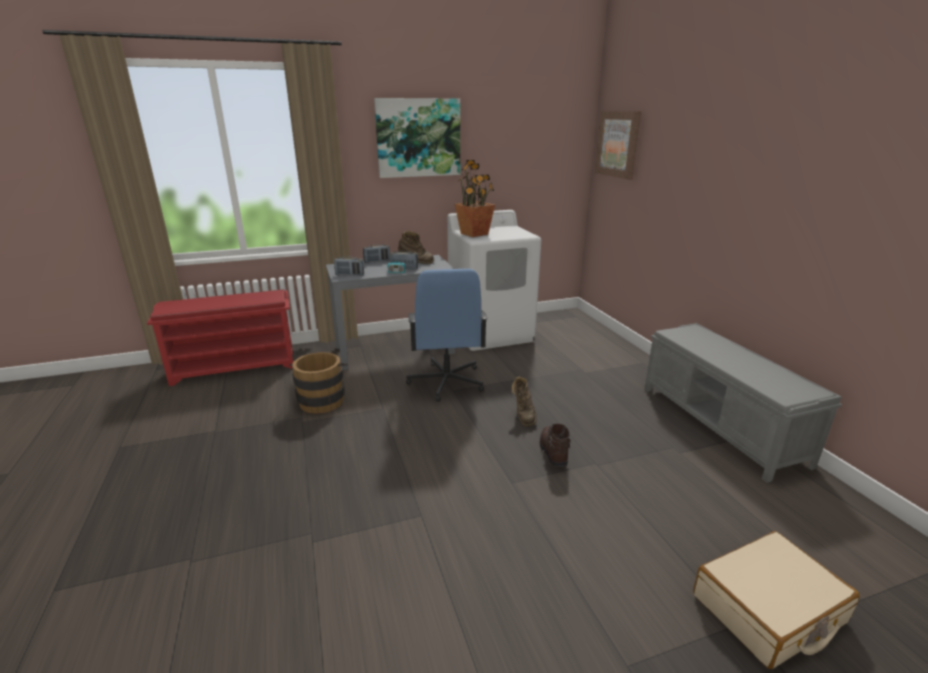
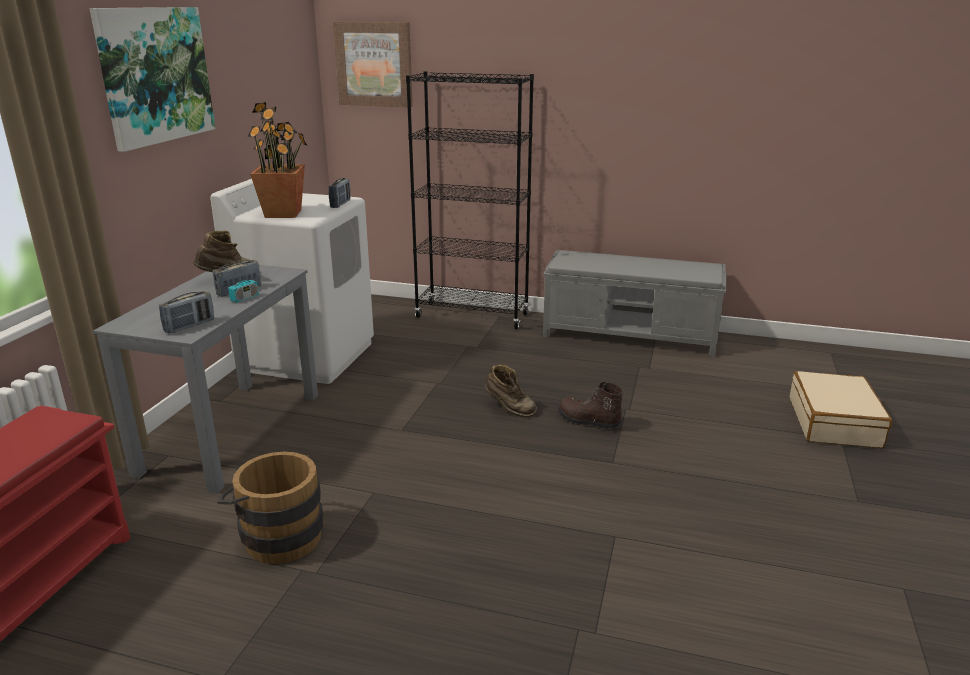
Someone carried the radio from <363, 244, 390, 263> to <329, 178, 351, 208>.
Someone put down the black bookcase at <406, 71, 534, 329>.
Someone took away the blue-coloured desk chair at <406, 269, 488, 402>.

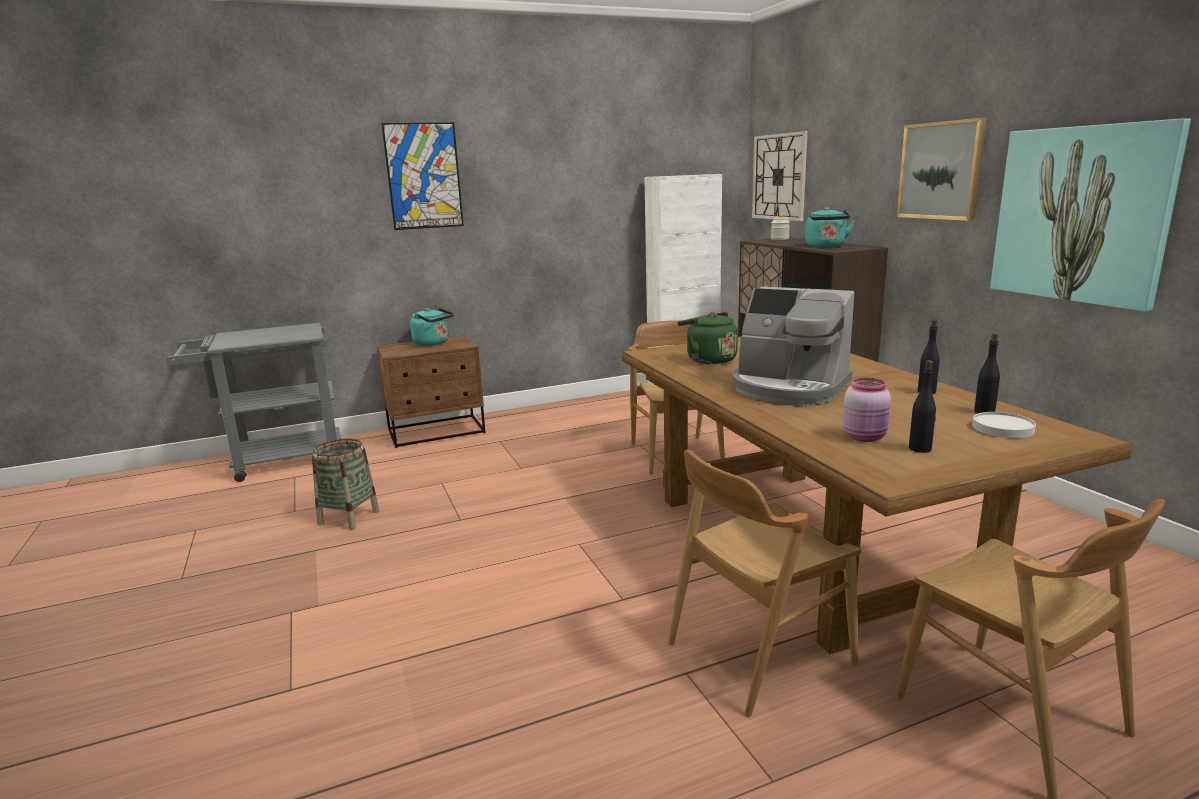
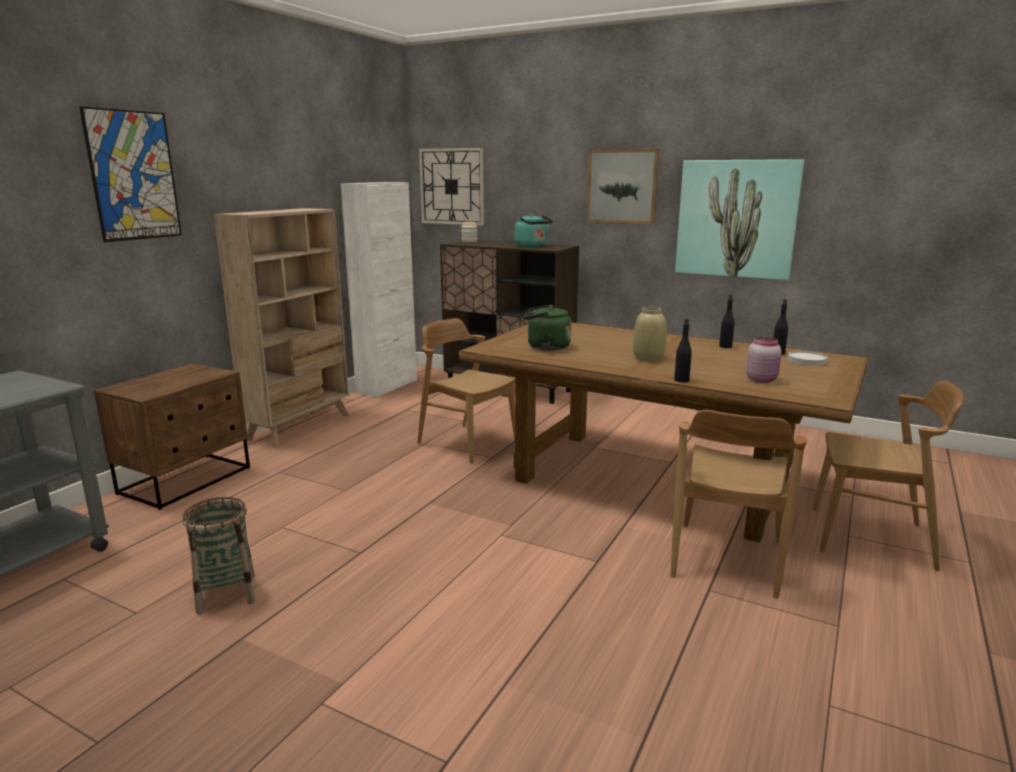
Someone put down the sand-coloured bookcase at <214, 208, 349, 448>.
Someone swapped the coffee maker at <733, 286, 854, 405> for the sand-coloured vase at <633, 307, 667, 362>.
Someone carried the black bottle from <909, 360, 936, 453> to <674, 318, 692, 382>.
Someone took away the blue-green kettle at <410, 308, 454, 346>.

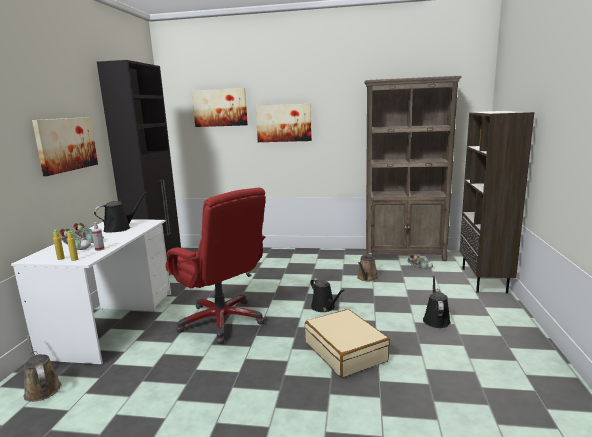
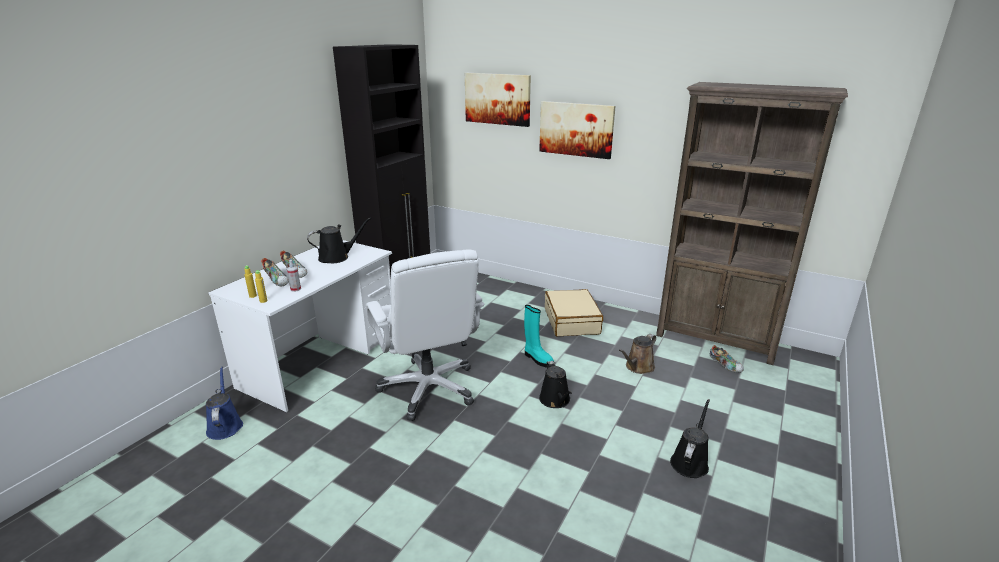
Someone repainted the brown sprinkling can at <24, 335, 62, 402>, which became the blue-coloured sprinkling can at <206, 367, 243, 440>.
Someone repainted the red-coloured desk chair at <165, 188, 266, 344>, which became the white desk chair at <366, 249, 485, 421>.
Someone put down the blue-green high-top boot at <524, 305, 554, 368>.
Someone carried the sand-coloured piece of luggage from <305, 309, 390, 378> to <545, 289, 603, 336>.
Someone took away the wall picture at <32, 117, 98, 176>.
Someone took away the brown bookcase at <460, 111, 534, 294>.

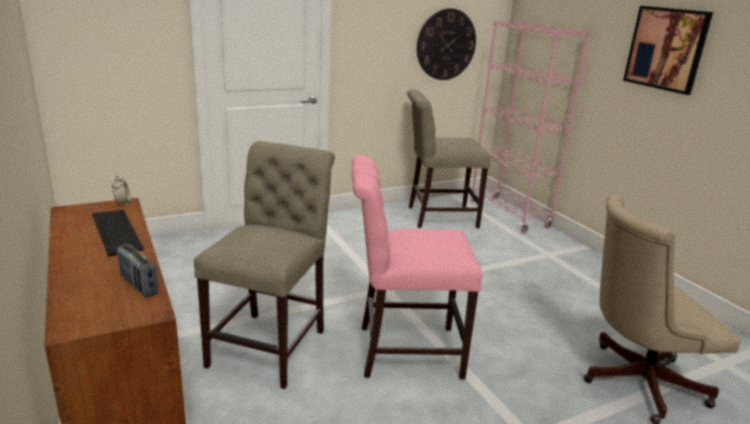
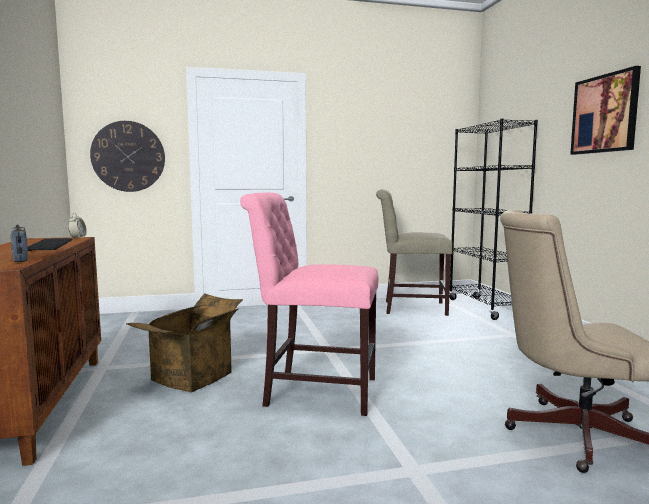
Someone carried the hanging clock from <417, 8, 476, 80> to <90, 121, 165, 192>.
Someone swapped the sand-coloured chair at <194, 141, 335, 389> for the carton at <126, 293, 243, 392>.
Someone repainted the pink bookcase at <471, 21, 590, 233>, which became the black bookcase at <449, 119, 538, 320>.

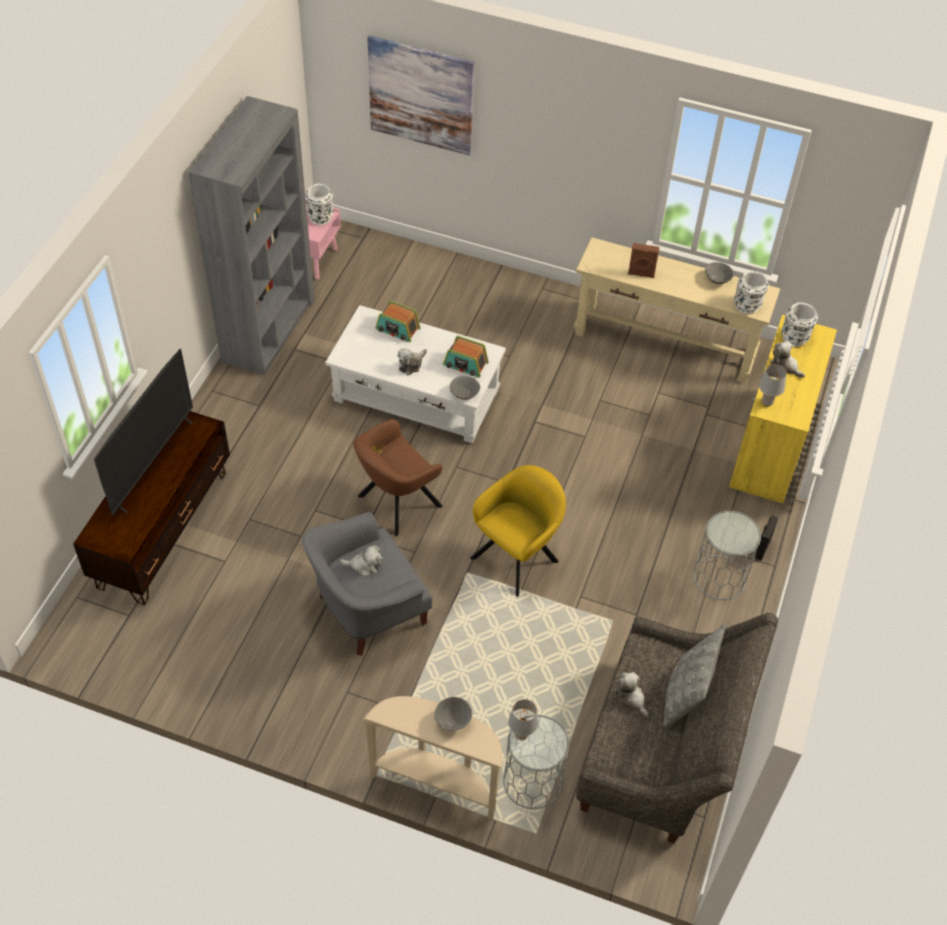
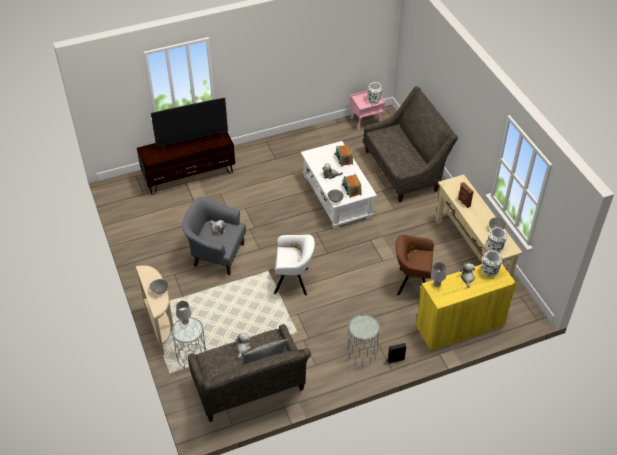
Someone repainted the yellow easy chair at <470, 465, 566, 597>, which became the white easy chair at <274, 234, 315, 295>.
Someone put down the grey settee at <363, 86, 458, 202>.
Someone carried the brown easy chair from <353, 419, 443, 536> to <395, 235, 434, 295>.
Someone took away the grey bookcase at <188, 96, 314, 375>.
Someone took away the wall picture at <368, 36, 474, 156>.

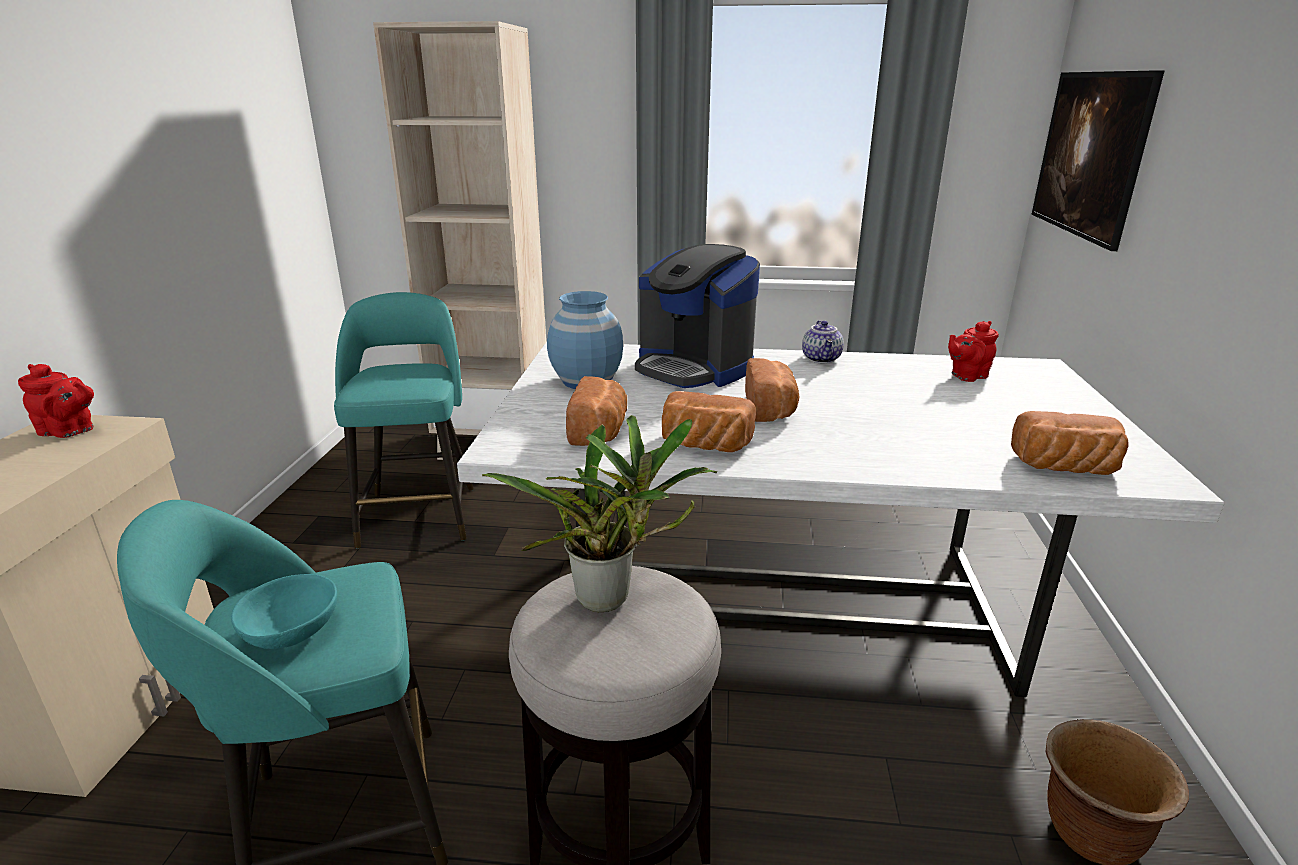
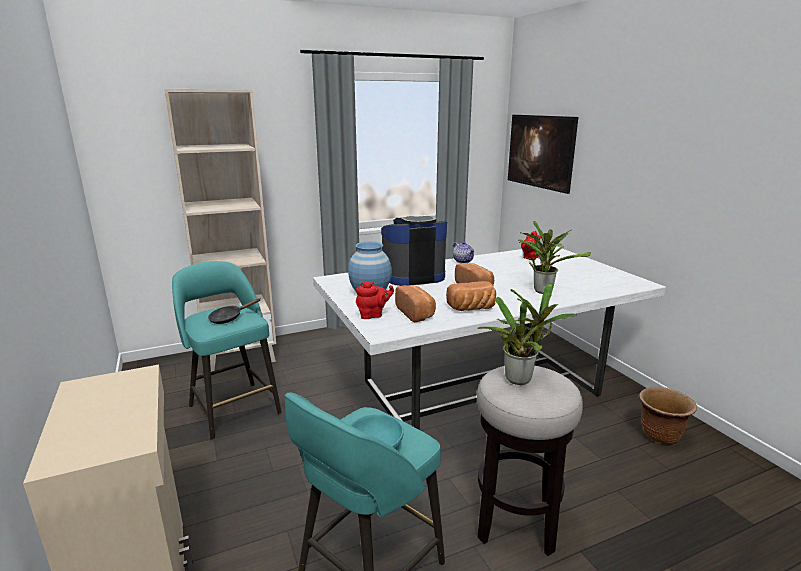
Someone put down the black skillet at <208, 298, 260, 324>.
Someone carried the red-coloured teapot from <18, 364, 94, 438> to <356, 281, 394, 319>.
Someone rotated the coffee maker at <635, 244, 760, 388> by 150 degrees clockwise.
Someone put down the houseplant at <519, 221, 591, 294>.
Someone took away the bread at <1011, 411, 1128, 475>.

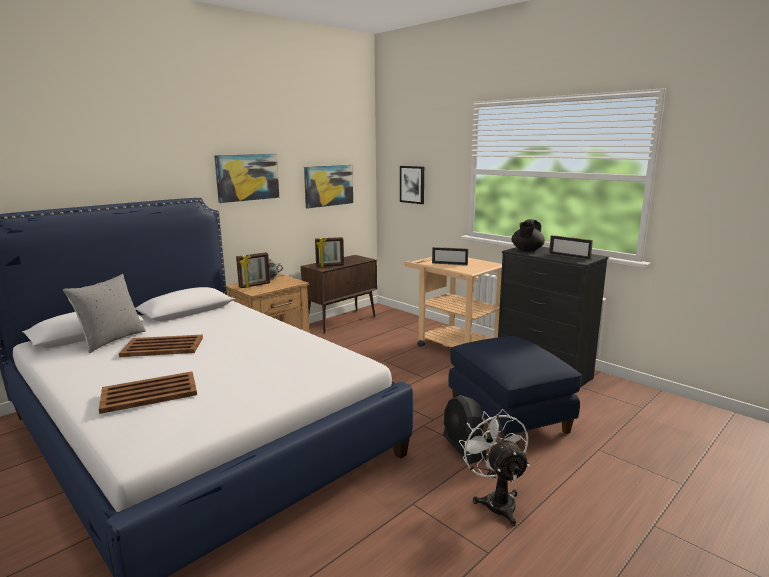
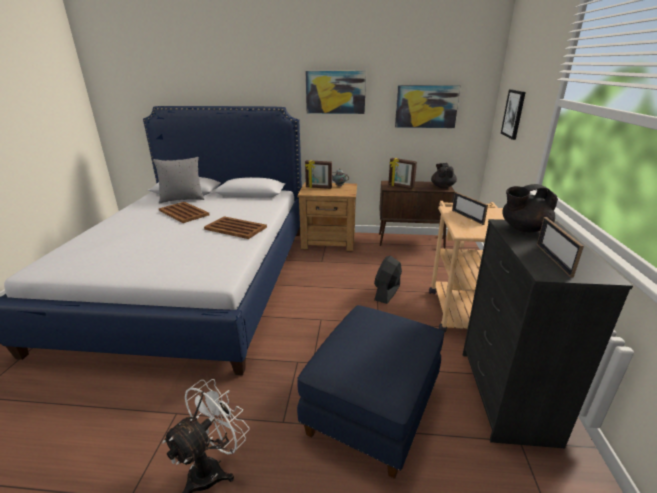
Someone carried the brown carrying tray from <99, 371, 197, 414> to <204, 216, 267, 239>.
Someone carried the black fan from <443, 395, 487, 464> to <374, 256, 402, 304>.
Someone put down the black teapot at <431, 163, 457, 188>.

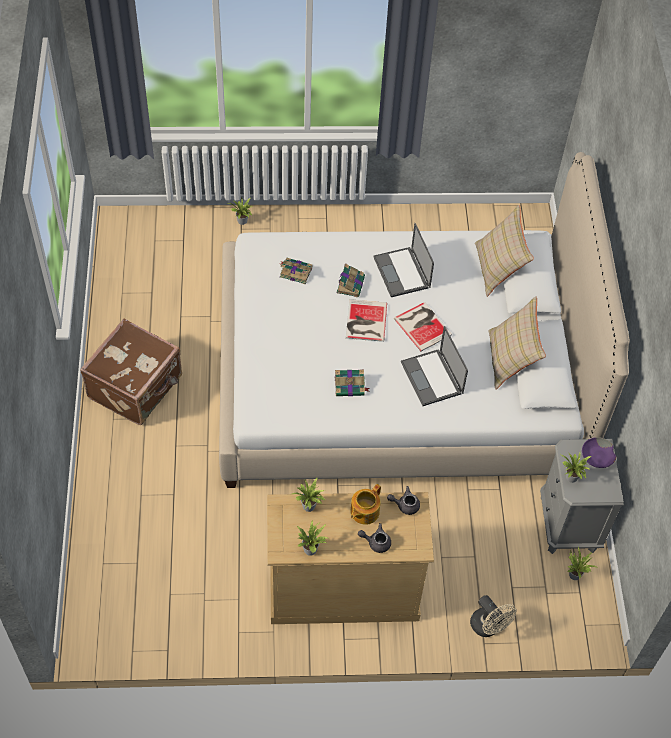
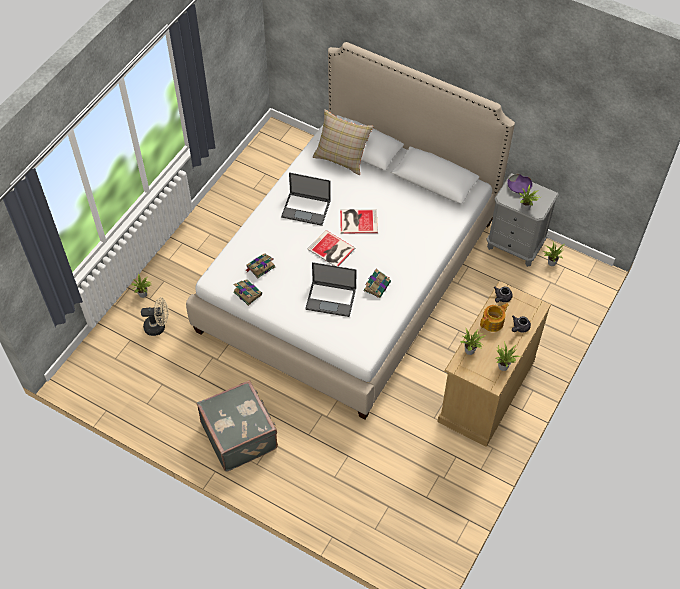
Someone carried the sand-coloured fan from <470, 595, 516, 637> to <141, 297, 168, 336>.
Someone repainted the brown piece of luggage at <80, 318, 182, 425>, which became the grey piece of luggage at <197, 380, 278, 472>.
Someone carried the book from <336, 263, 365, 297> to <233, 279, 262, 306>.
Someone carried the notebook computer from <401, 326, 468, 406> to <305, 262, 357, 317>.
Someone rotated the teapot at <351, 484, 381, 525> by 105 degrees counterclockwise.
Someone took away the sand-coloured throw pillow at <489, 296, 546, 390>.

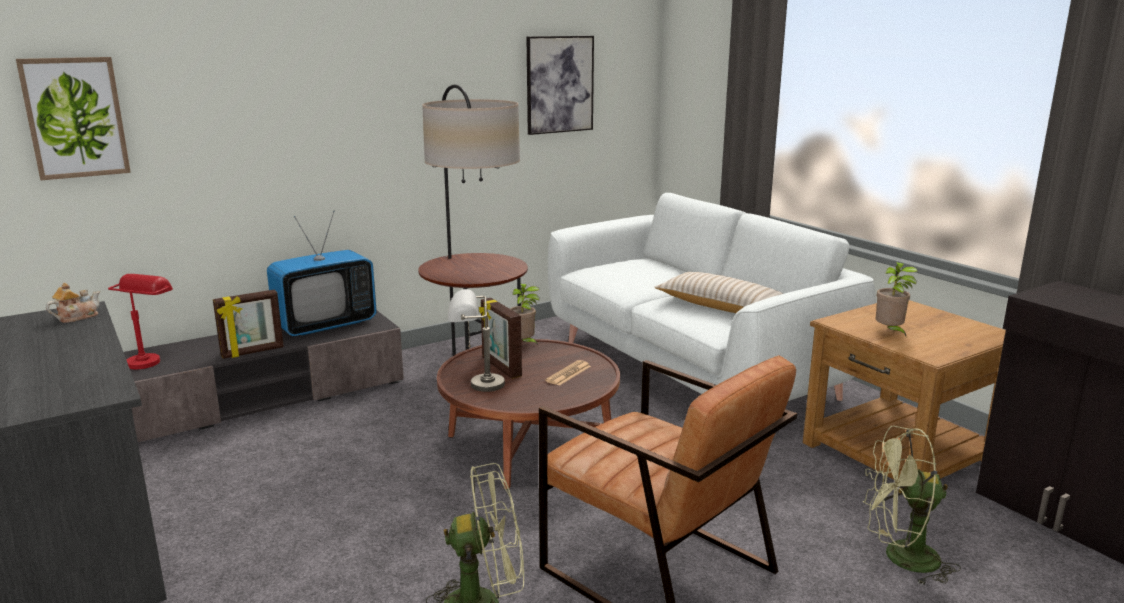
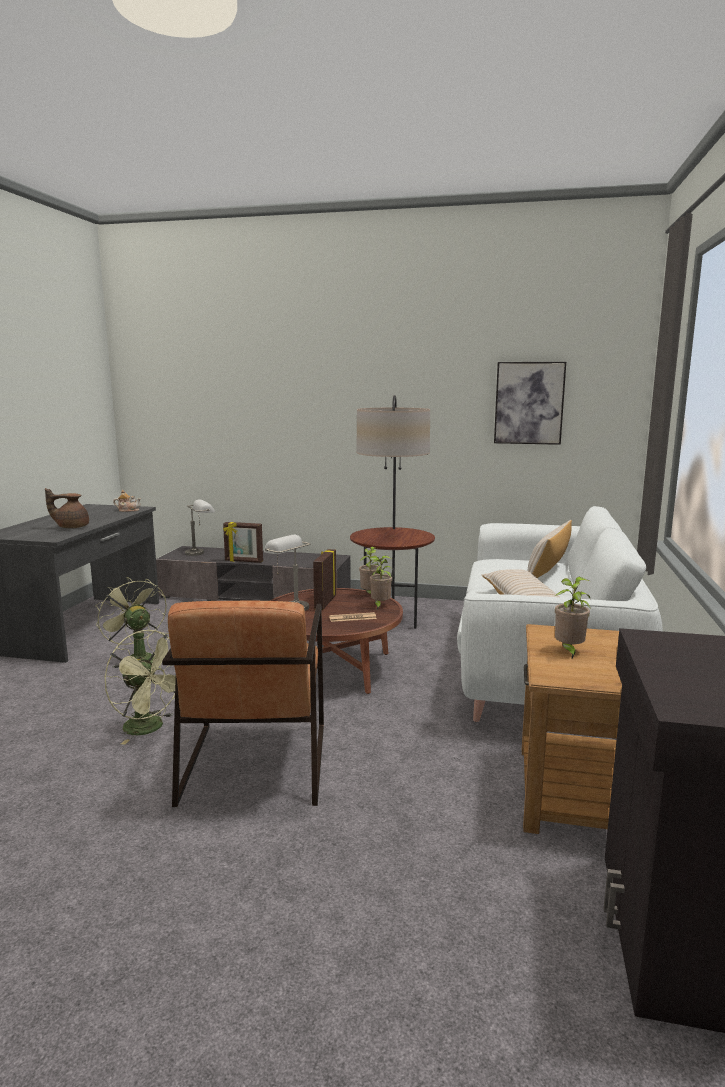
Someone put down the brown teapot at <45, 488, 89, 528>.
Someone carried the green fan from <863, 426, 961, 586> to <95, 577, 167, 668>.
Someone repainted the red-coloured lamp for a table at <108, 274, 173, 369>, which became the grey lamp for a table at <185, 499, 215, 556>.
Someone put down the houseplant at <370, 556, 392, 609>.
Someone put down the sand-coloured throw pillow at <528, 520, 572, 578>.
Someone took away the wall picture at <16, 57, 131, 180>.
Someone took away the TV set at <267, 211, 377, 336>.

